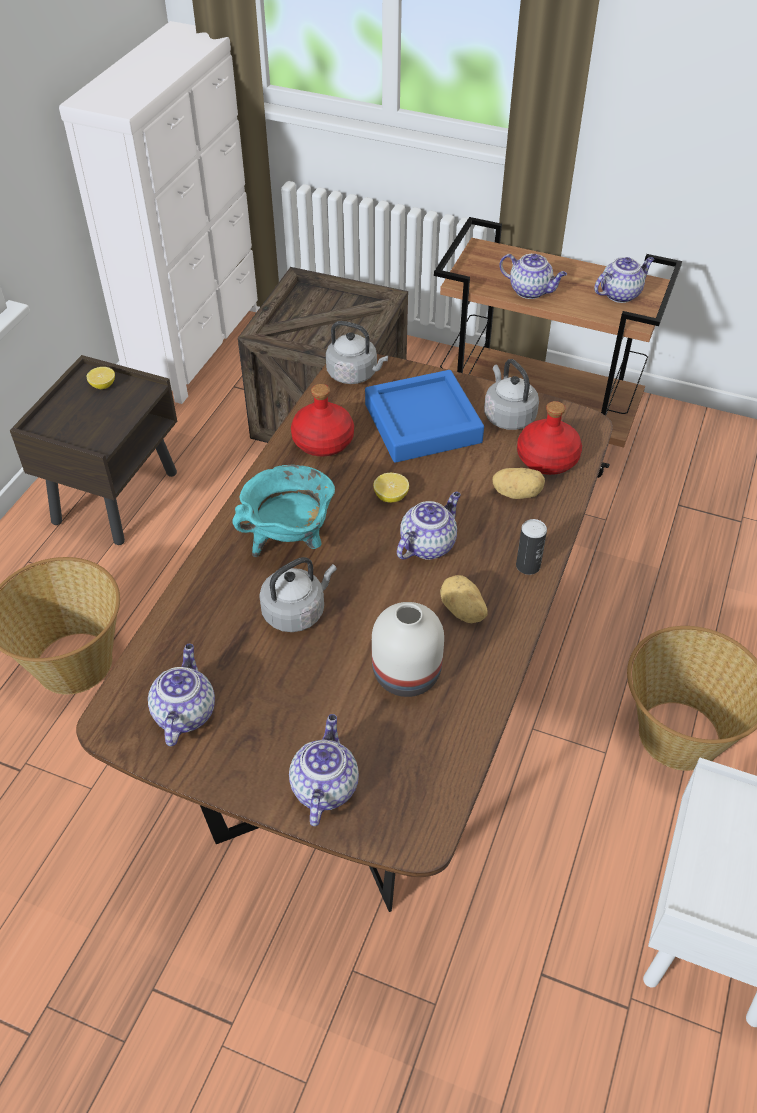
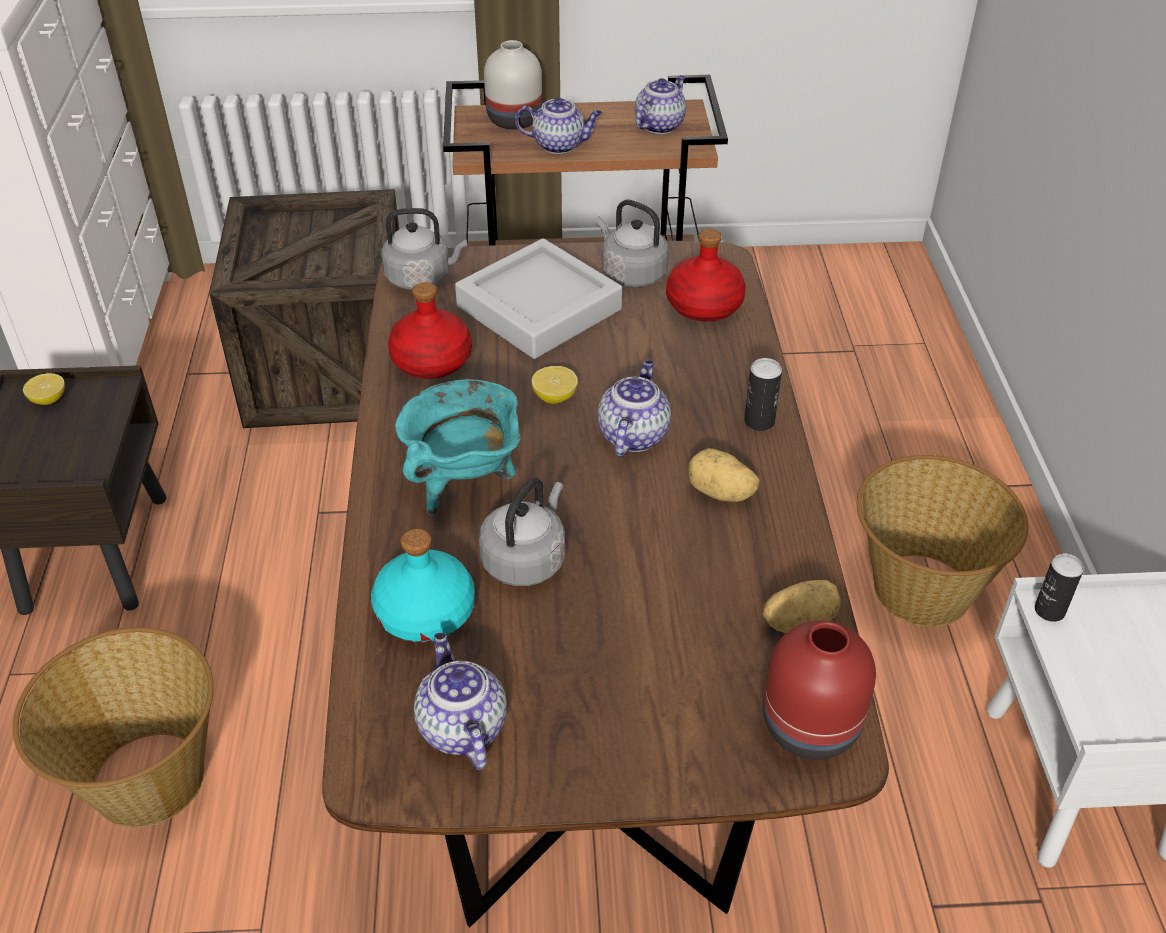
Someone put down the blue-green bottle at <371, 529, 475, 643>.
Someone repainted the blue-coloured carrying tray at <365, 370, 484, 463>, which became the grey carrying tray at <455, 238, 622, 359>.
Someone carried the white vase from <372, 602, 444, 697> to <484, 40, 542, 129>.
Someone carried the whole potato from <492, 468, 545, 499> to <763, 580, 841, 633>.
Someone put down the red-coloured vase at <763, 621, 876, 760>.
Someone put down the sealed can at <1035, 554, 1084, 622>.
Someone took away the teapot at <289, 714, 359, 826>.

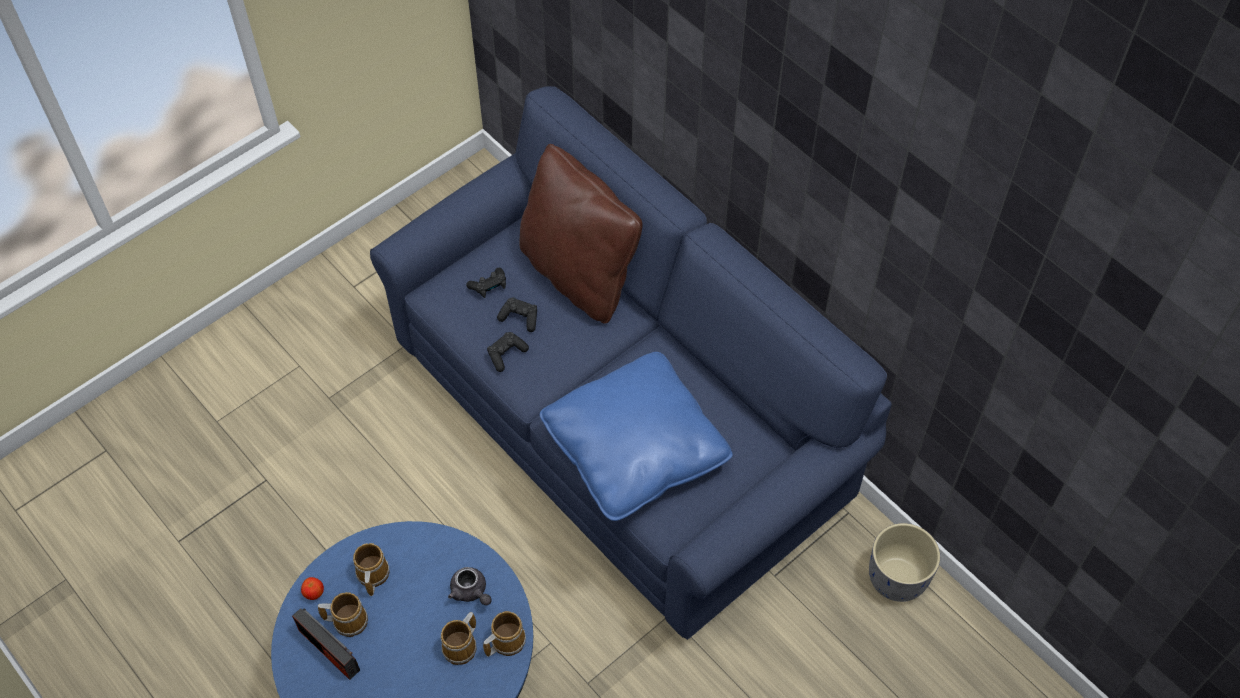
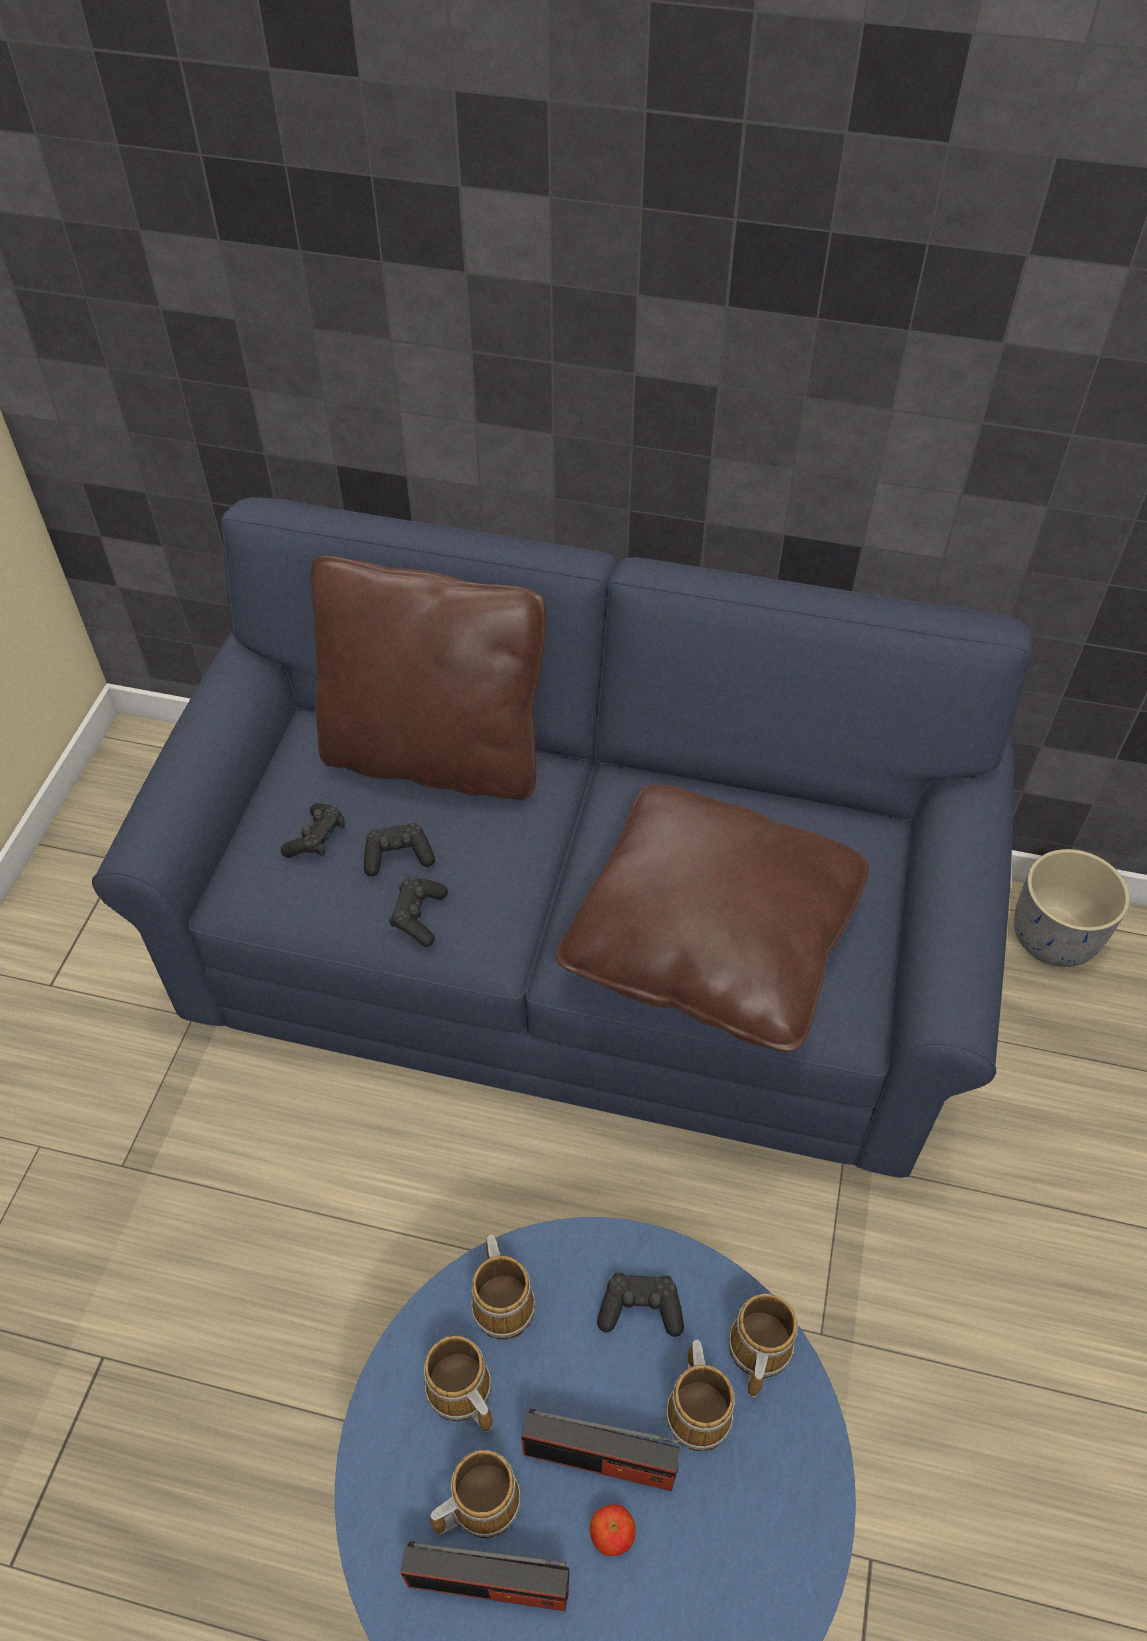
Someone put down the mug at <471, 1234, 536, 1340>.
Someone put down the radio at <521, 1408, 680, 1491>.
Someone repainted the blue-coloured throw pillow at <540, 352, 733, 521>, which became the brown throw pillow at <556, 784, 869, 1052>.
Someone carried the apple from <301, 577, 324, 600> to <590, 1504, 636, 1556>.
Someone swapped the grey teapot at <448, 567, 491, 605> for the black game controller at <597, 1272, 684, 1337>.

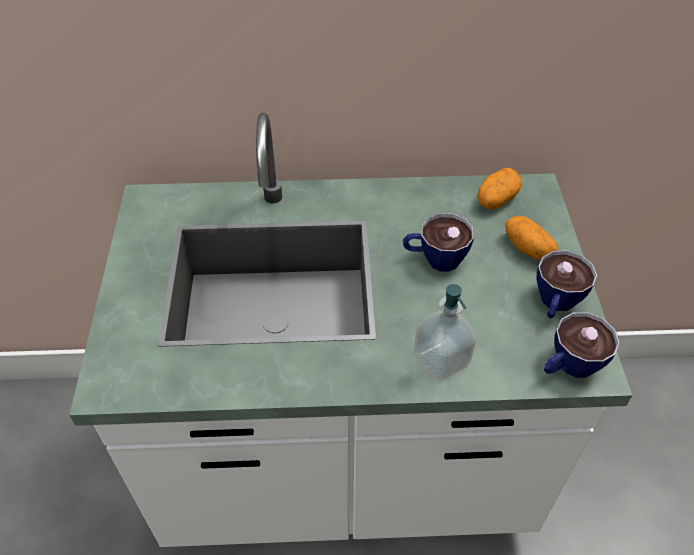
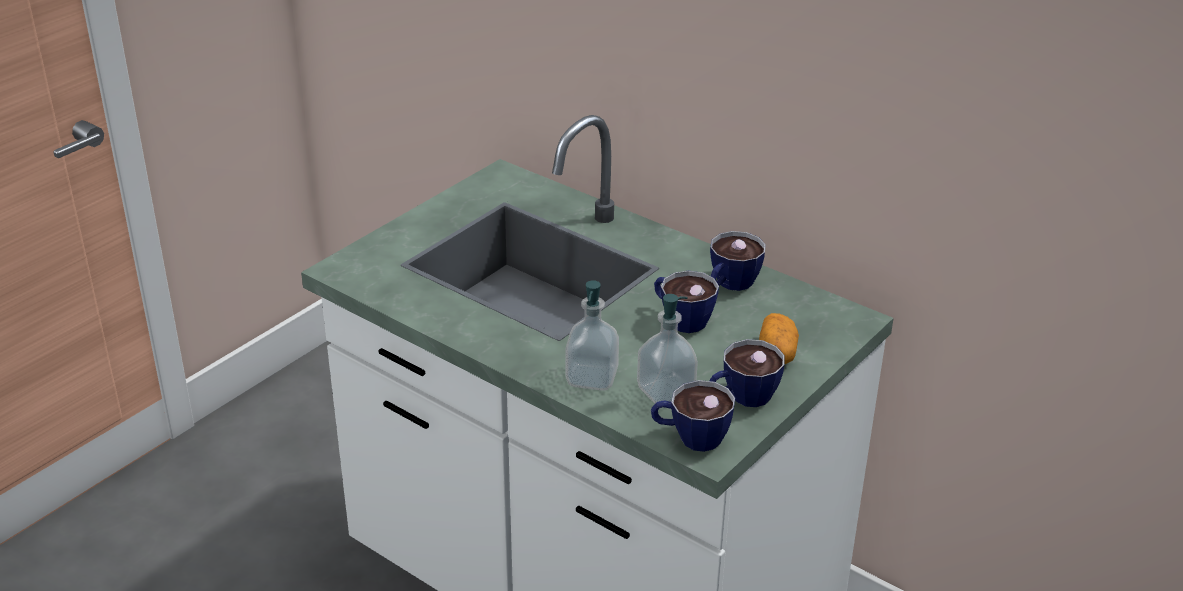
Someone put down the soap dispenser at <637, 294, 698, 403>.
Someone put down the cup at <710, 231, 766, 291>.
Someone took away the whole potato at <477, 168, 522, 209>.

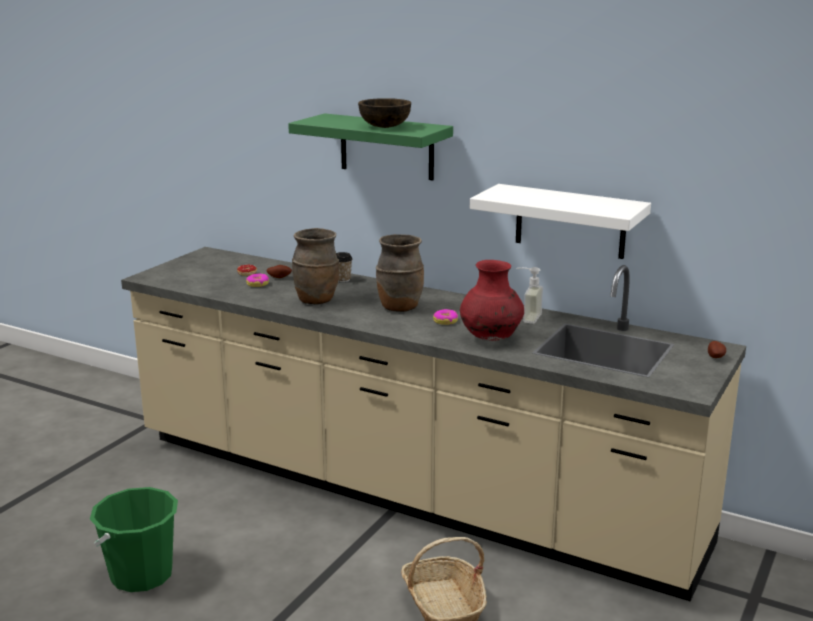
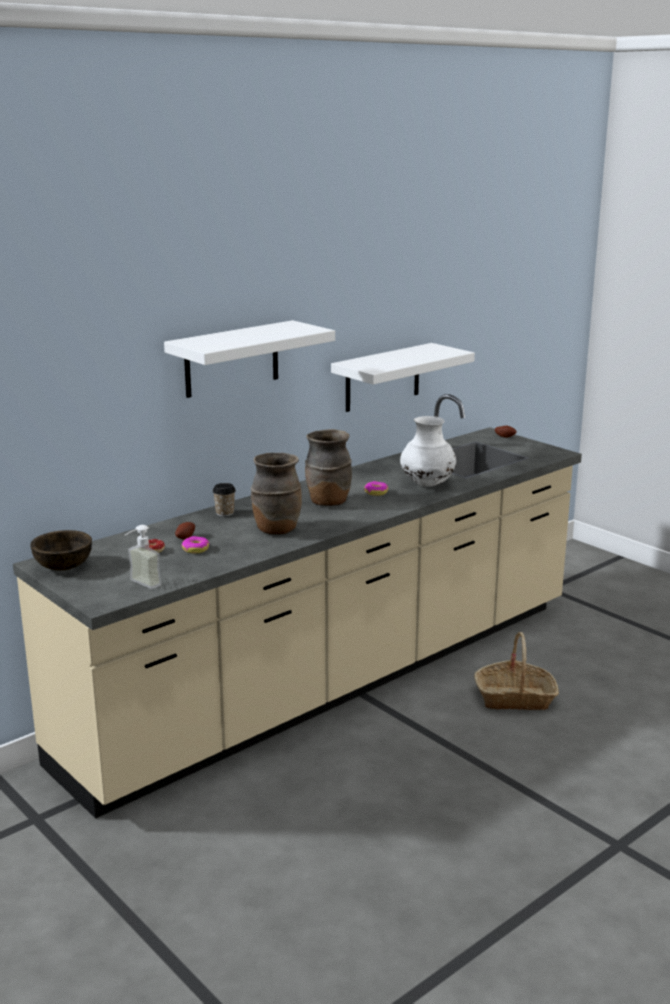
Someone carried the brown deep dish from <358, 98, 411, 128> to <30, 530, 92, 571>.
Someone carried the soap dispenser from <516, 267, 543, 324> to <125, 525, 162, 589>.
Someone repainted the green bracket shelf at <288, 113, 453, 180>, which became the white bracket shelf at <164, 320, 335, 398>.
Someone repainted the red-coloured vase at <460, 260, 524, 341>, which became the white vase at <400, 416, 456, 487>.
Someone took away the green pail at <90, 487, 178, 592>.

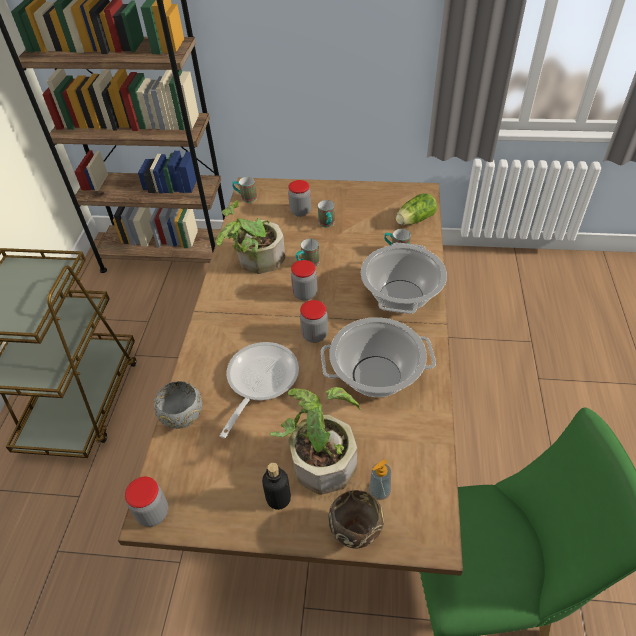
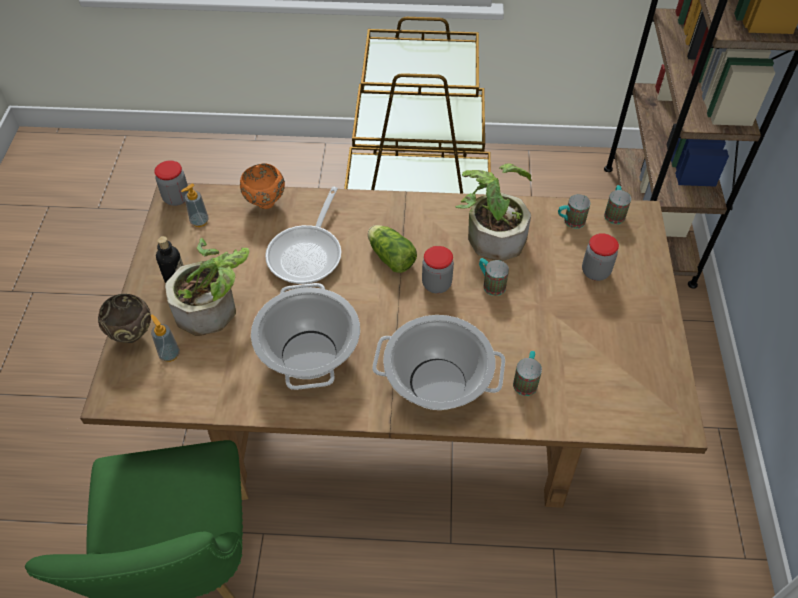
Someone put down the soap dispenser at <181, 184, 209, 227>.
Someone repainted the grey deep dish at <154, 381, 203, 429>, which became the orangey deep dish at <240, 163, 285, 209>.
Someone rotated the skillet at <220, 342, 299, 438> by 90 degrees clockwise.
Someone carried the lettuce head from <396, 193, 437, 225> to <368, 225, 417, 273>.
Someone carried the mug from <318, 200, 335, 228> to <558, 194, 590, 229>.
Someone took away the preserve jar at <300, 300, 328, 343>.

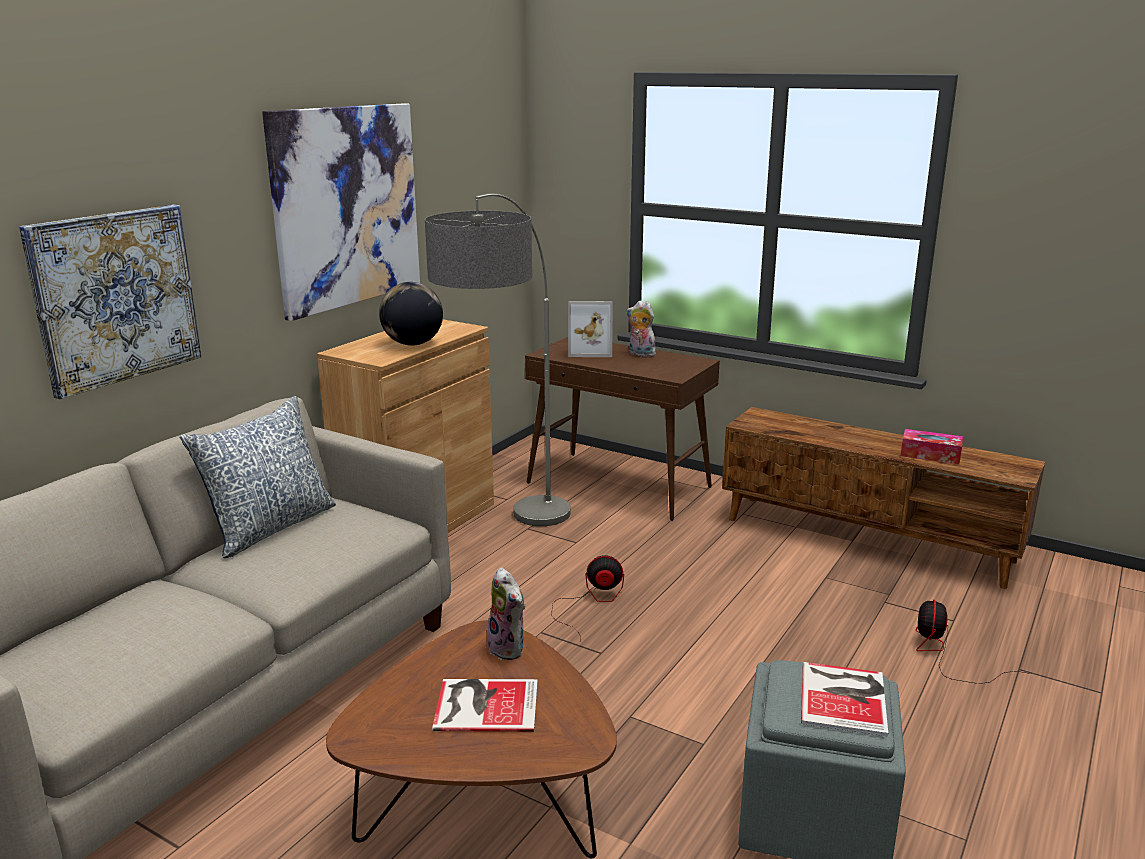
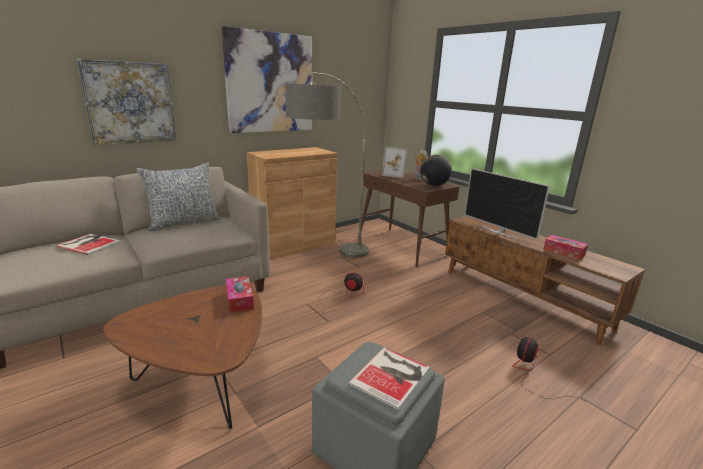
Someone carried the book from <432, 679, 538, 732> to <56, 234, 121, 255>.
Someone swapped the cuddly toy at <484, 567, 525, 660> for the box of tissues at <226, 276, 254, 313>.
Someone carried the globe from <379, 282, 443, 346> to <420, 155, 452, 186>.
Someone put down the TV set at <464, 168, 550, 240>.

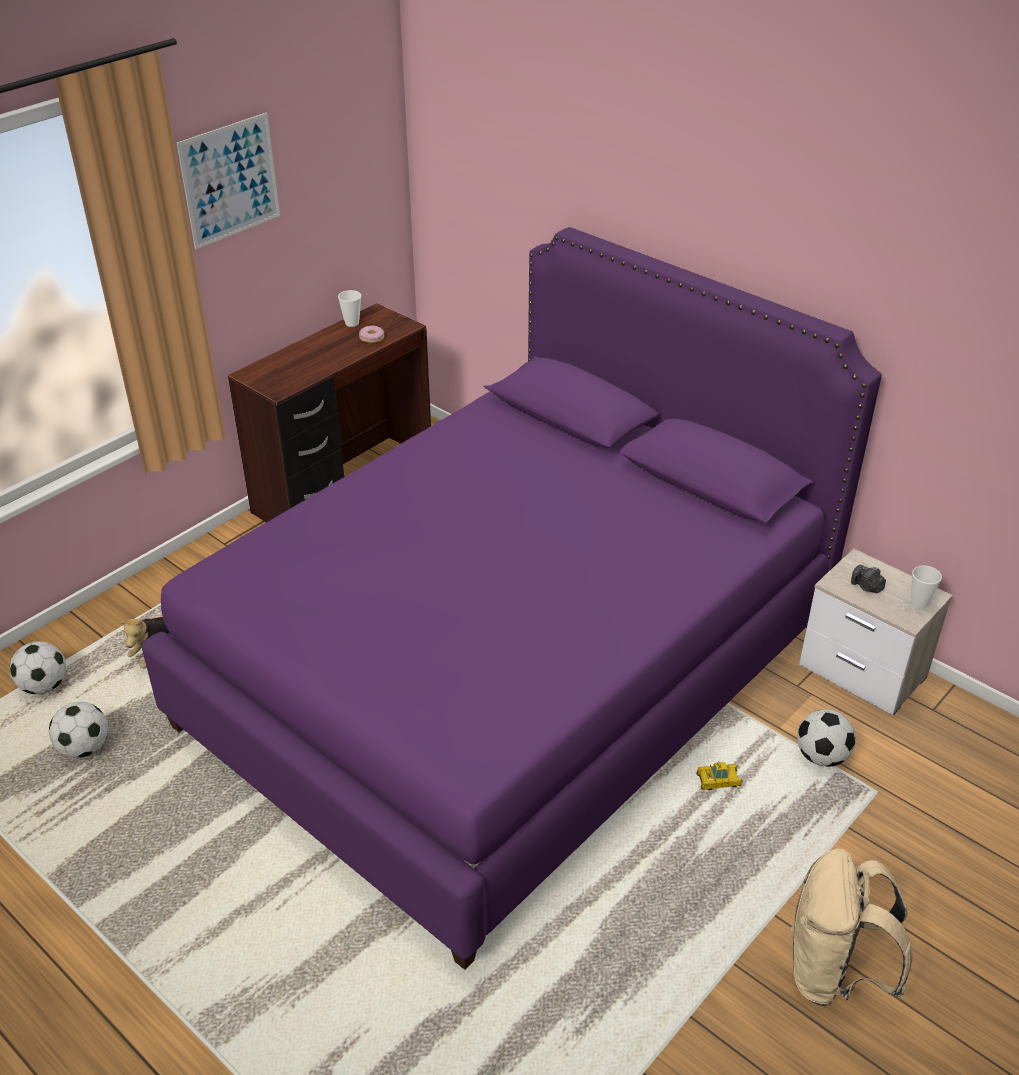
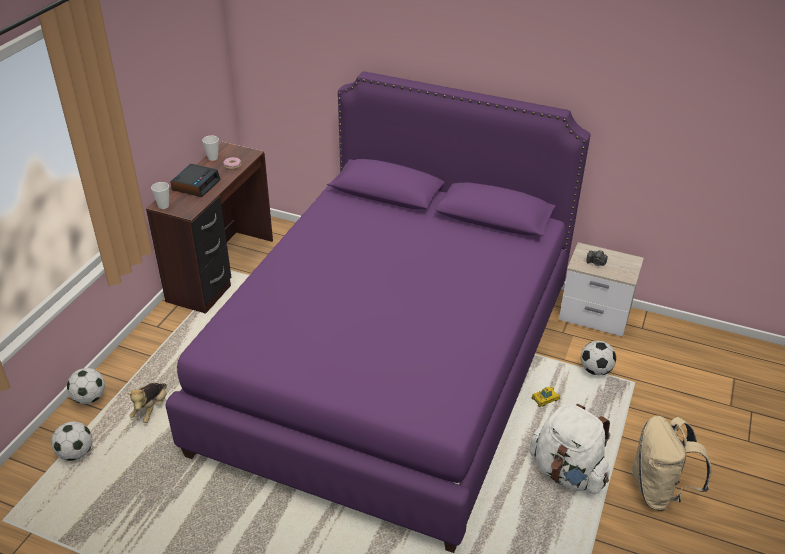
Someone carried the football ball from <49, 702, 108, 758> to <67, 368, 105, 404>.
Someone carried the cup from <910, 565, 942, 609> to <151, 182, 169, 209>.
Someone put down the table clock at <170, 164, 220, 197>.
Someone put down the white backpack at <529, 404, 610, 494>.
Someone took away the wall picture at <177, 113, 280, 249>.

